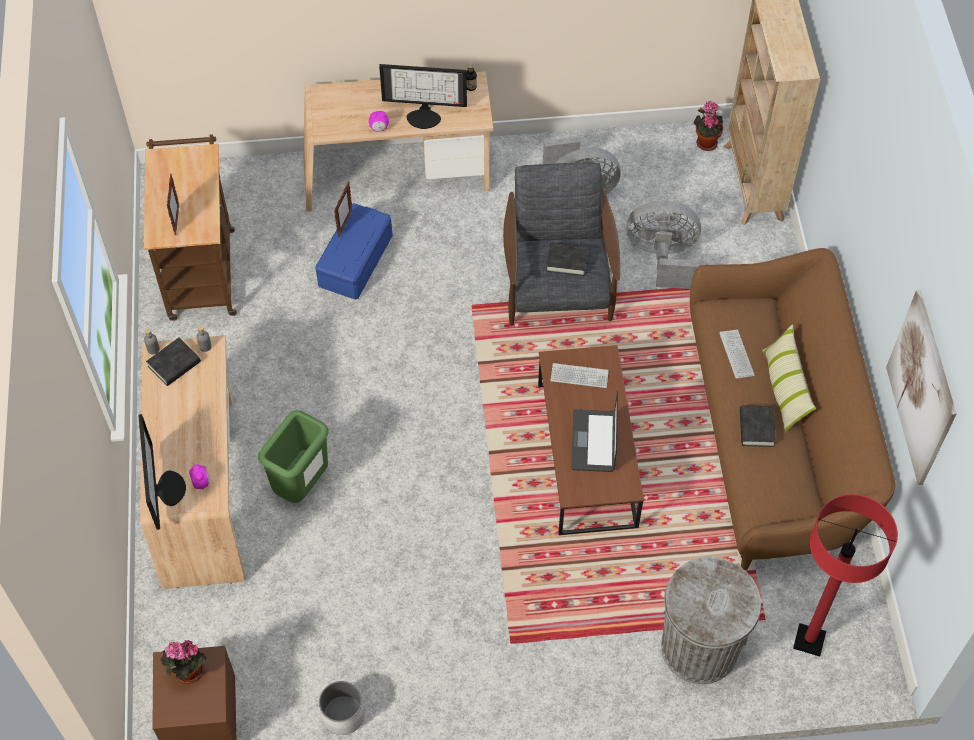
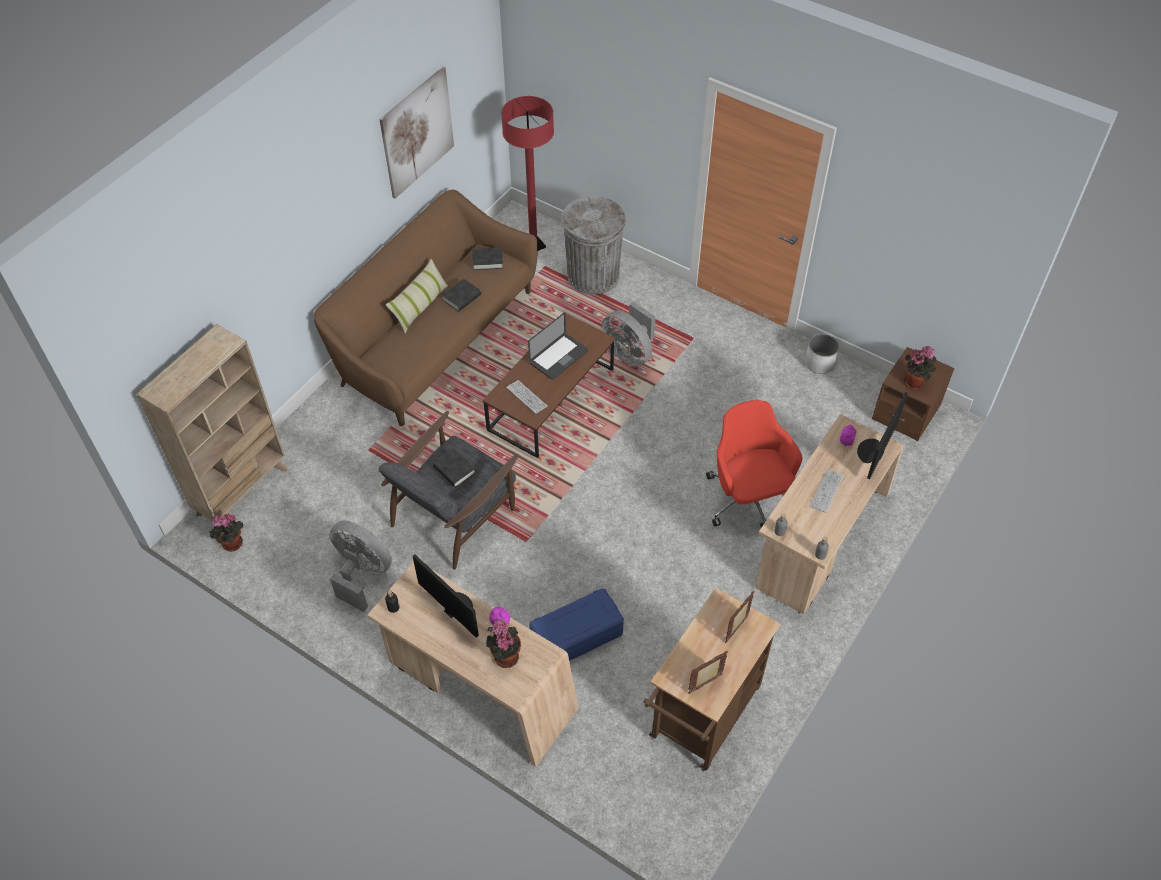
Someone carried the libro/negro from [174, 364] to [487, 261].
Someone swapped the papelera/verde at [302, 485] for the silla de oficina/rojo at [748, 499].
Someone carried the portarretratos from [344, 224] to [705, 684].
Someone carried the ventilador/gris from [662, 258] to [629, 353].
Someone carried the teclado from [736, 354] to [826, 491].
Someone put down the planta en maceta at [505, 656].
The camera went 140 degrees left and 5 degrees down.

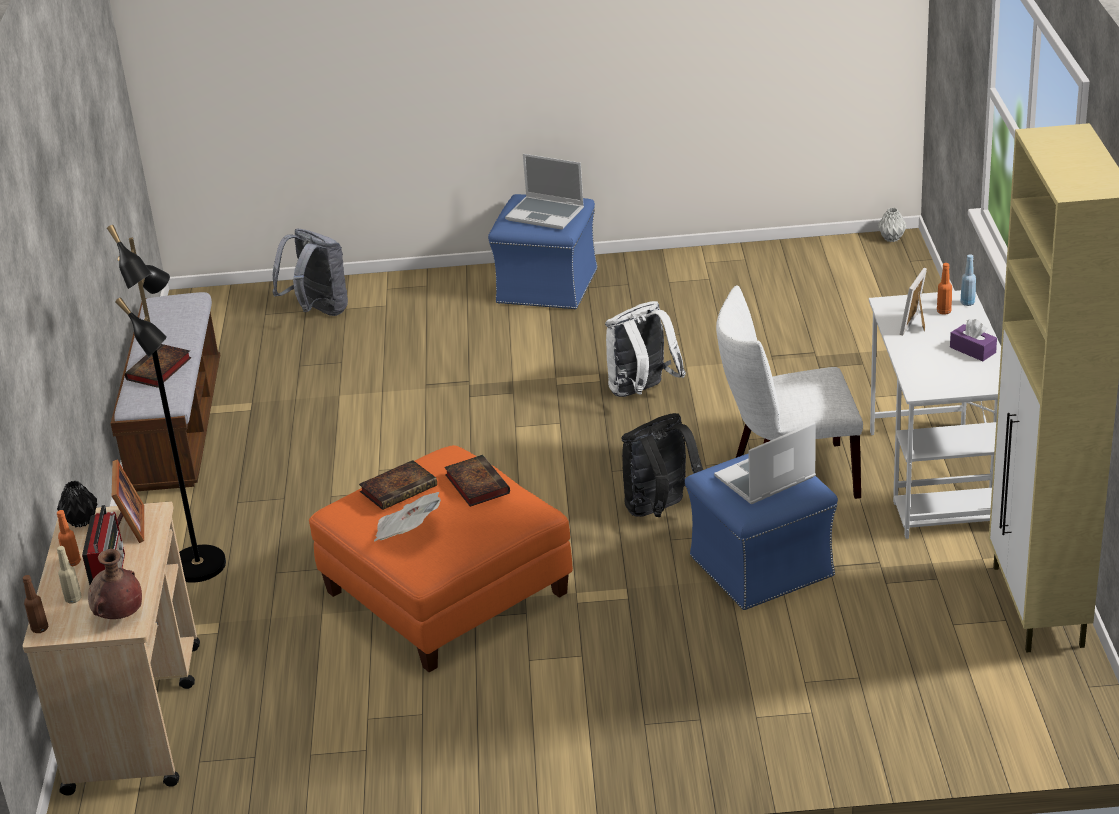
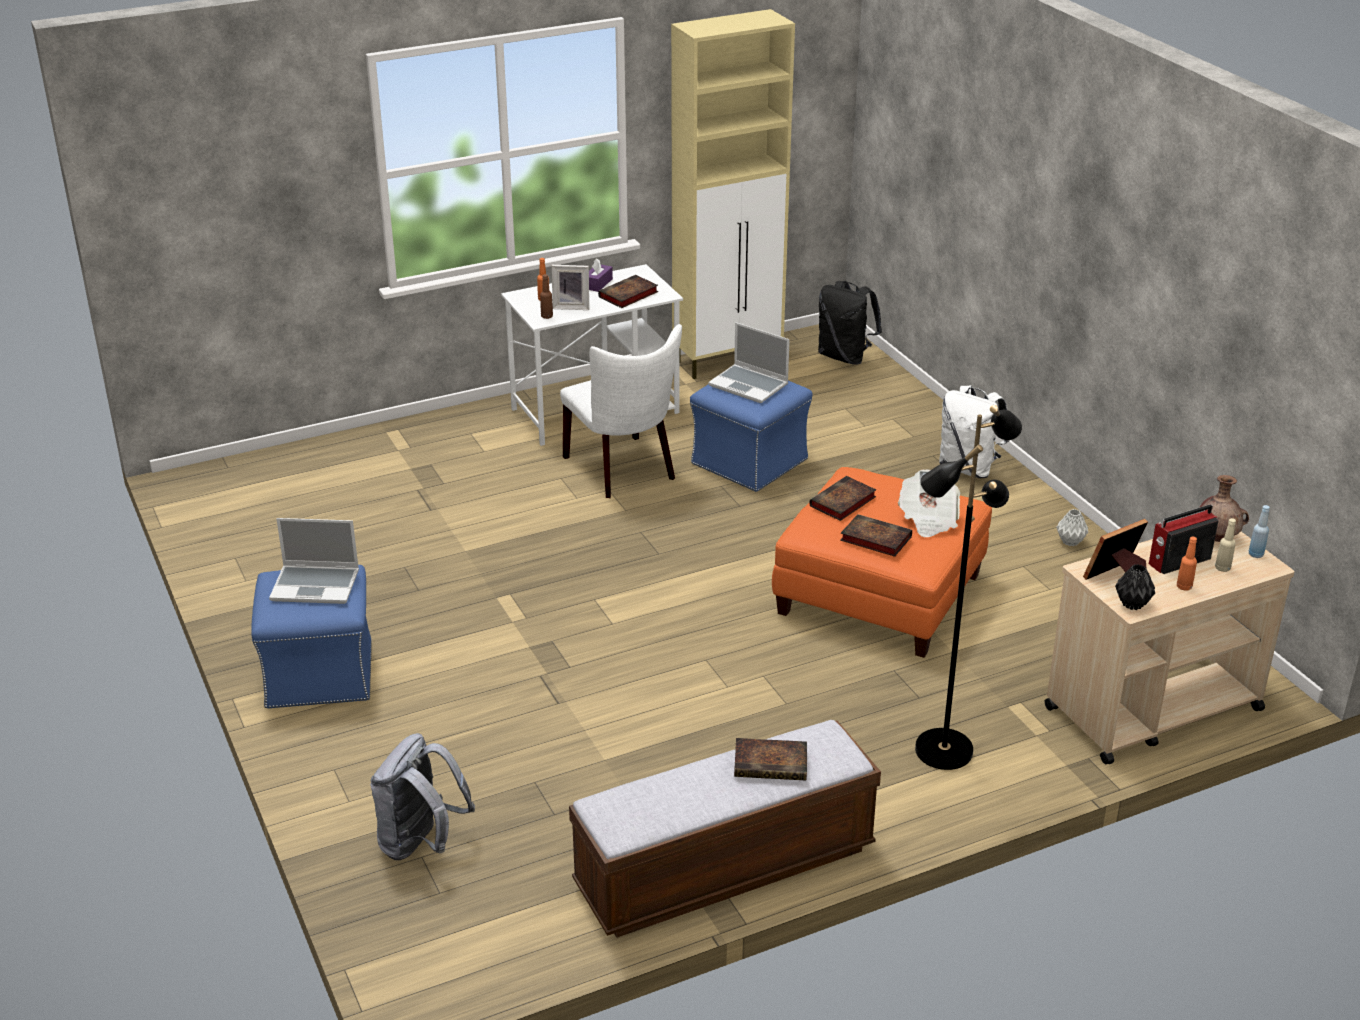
Someone carried the botella/marrón from [40, 628] to [547, 316].
Someone rotated the portátil at [546, 214] by 90 degrees clockwise.
Someone carried the mochila/blanco from [642, 392] to [968, 468].
Someone carried the mochila/negro from [661, 511] to [845, 357].
Someone carried the florero/gris from [892, 238] to [1069, 542].
Someone carried the botella/azul from [967, 303] to [1255, 554].
Someone put down the libro at [627, 295].
The camera went 115 degrees left and 0 degrees up.

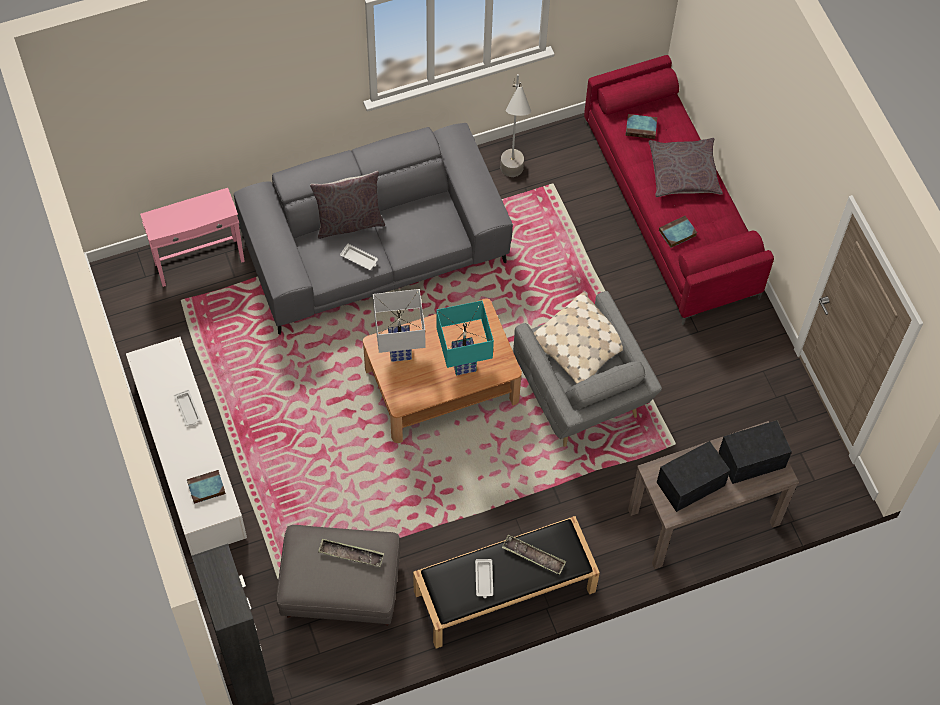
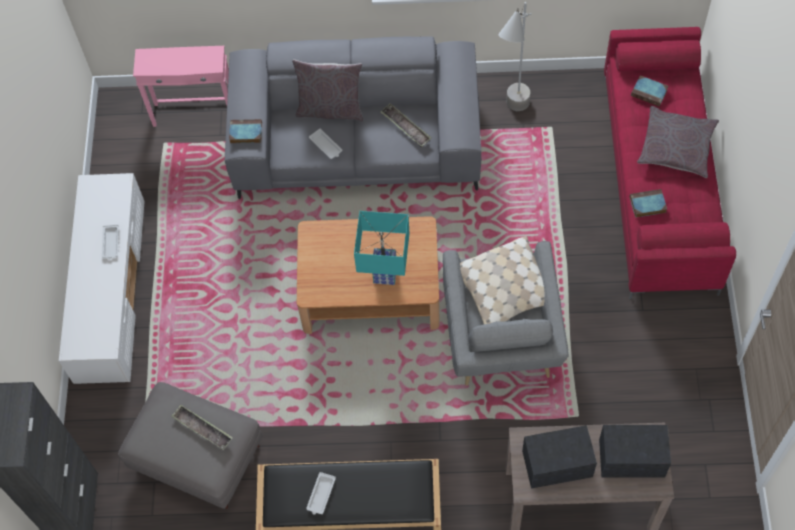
Someone carried the libro from [205, 488] to [245, 133].
Someone took away the lámpara de mesa/blanco at [400, 352].
Someone carried the bandeja from [533, 556] to [405, 127].
The camera went 25 degrees right and 0 degrees up.

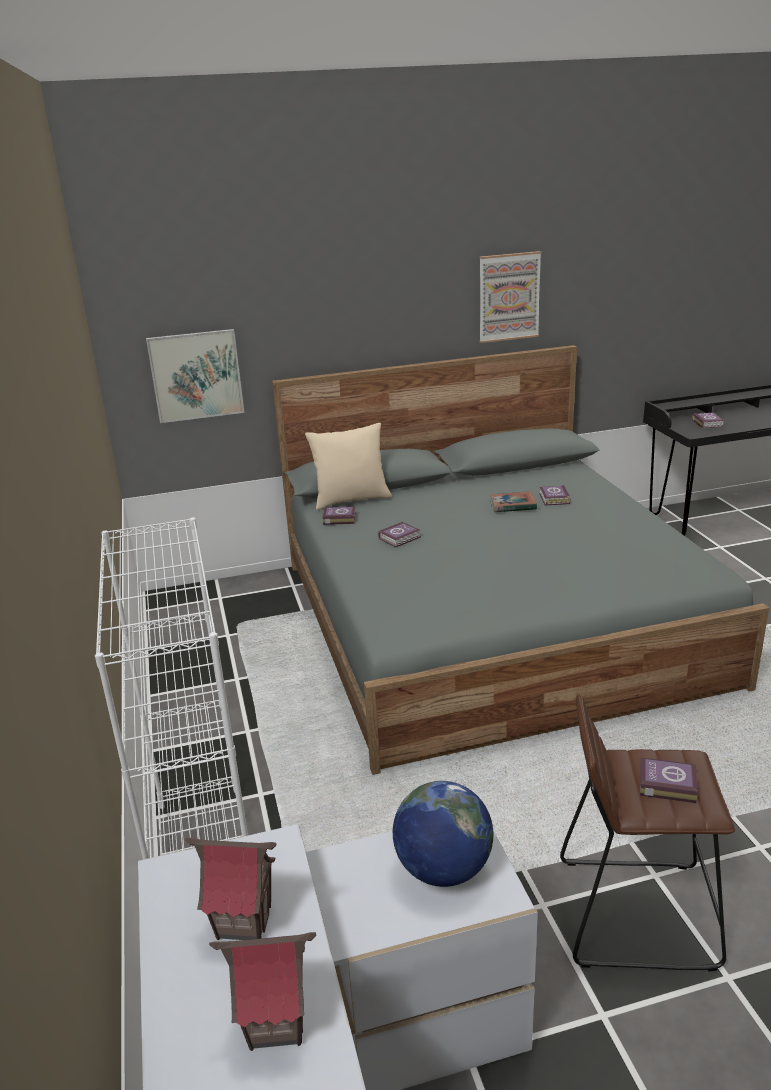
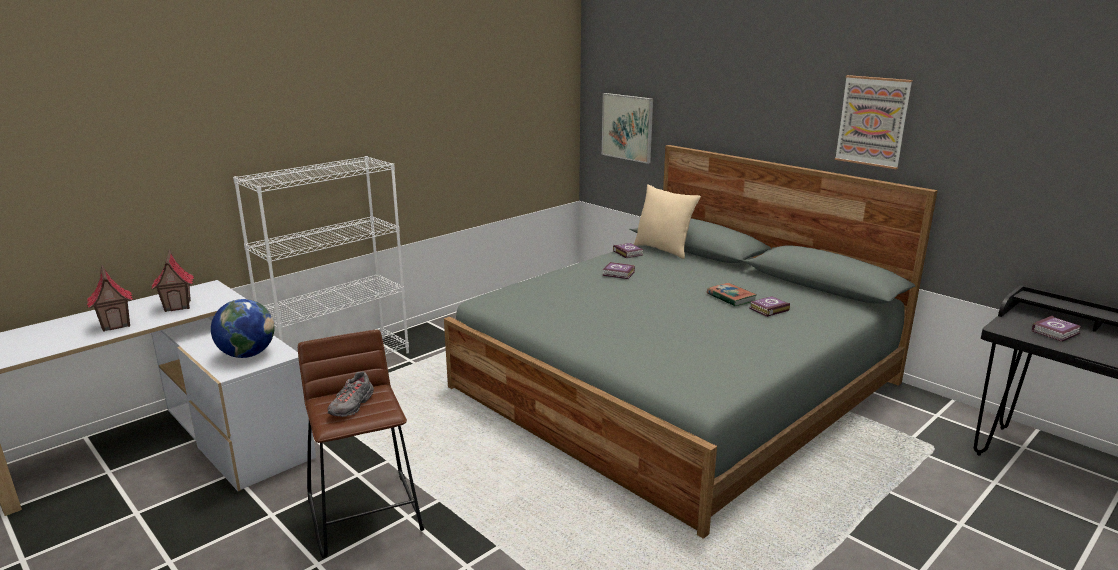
Someone swapped the libro at [665, 783] for the zapato/gris at [352, 406].
The camera went 60 degrees right and 5 degrees down.

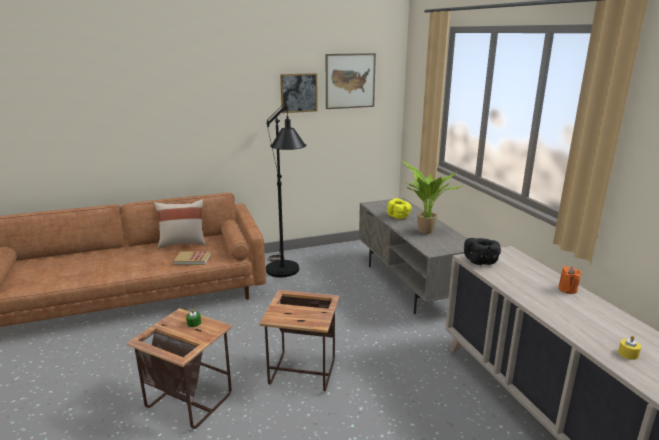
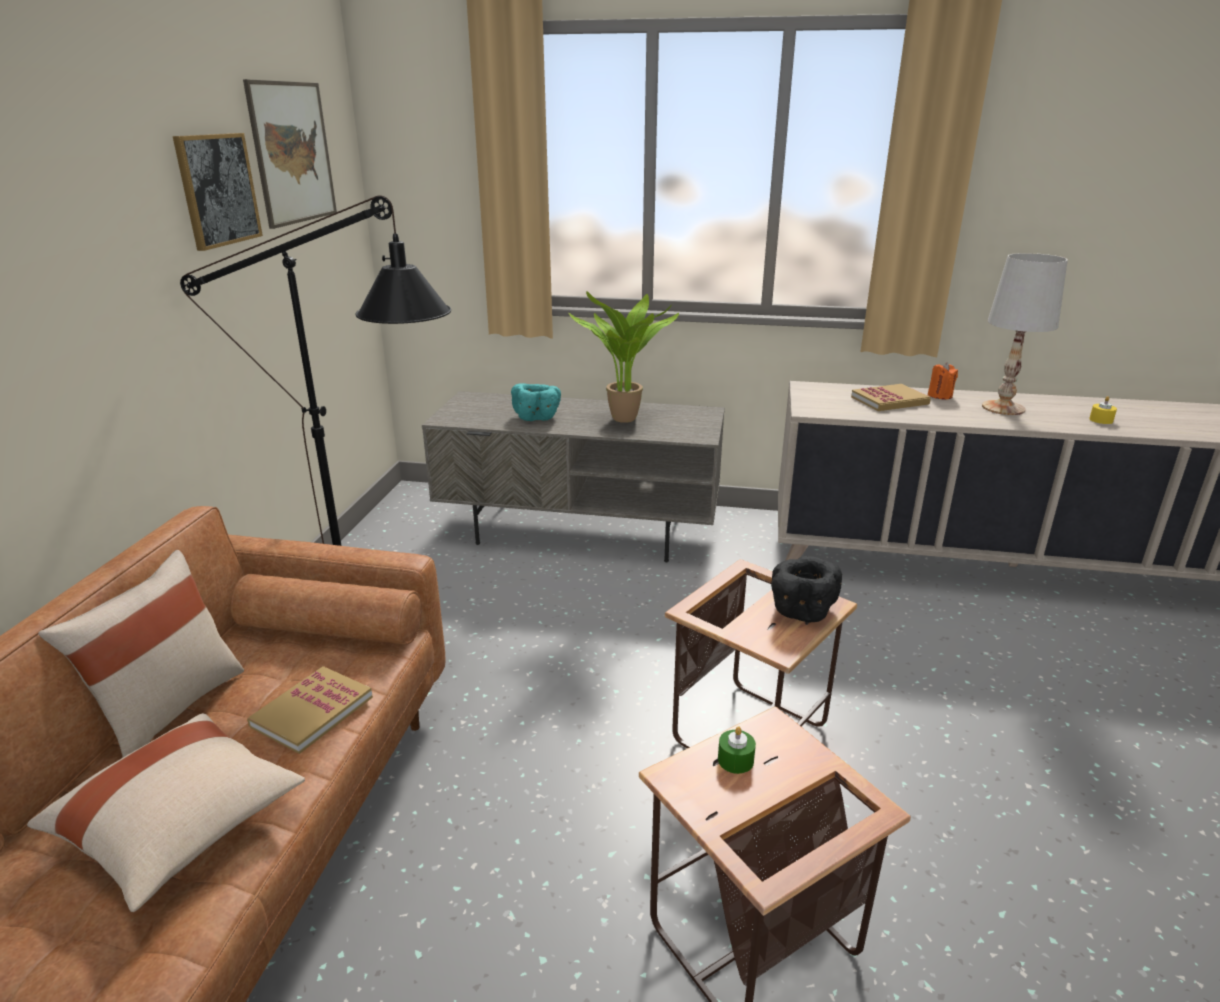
Someone repainted the cuenco/amarillo at [399, 216], which became the cuenco/turquesa at [537, 417].
Someone carried the cuenco/negro from [481, 261] to [800, 609].
Someone put down the cojín/beis at [181, 828].
Someone put down the libro at [889, 400].
Someone put down the lámpara de mesa/blanco at [1004, 408].
The camera went 60 degrees left and 5 degrees up.

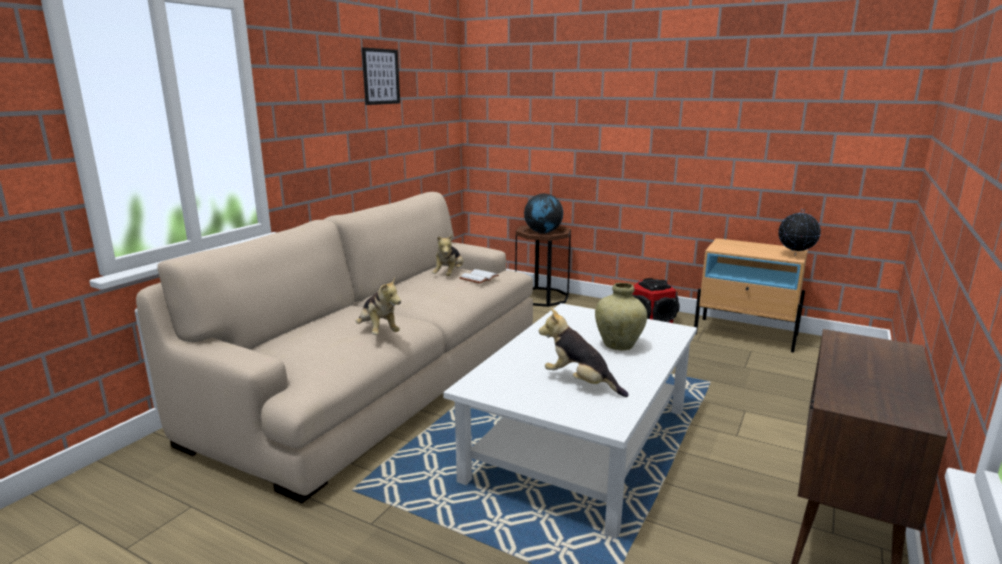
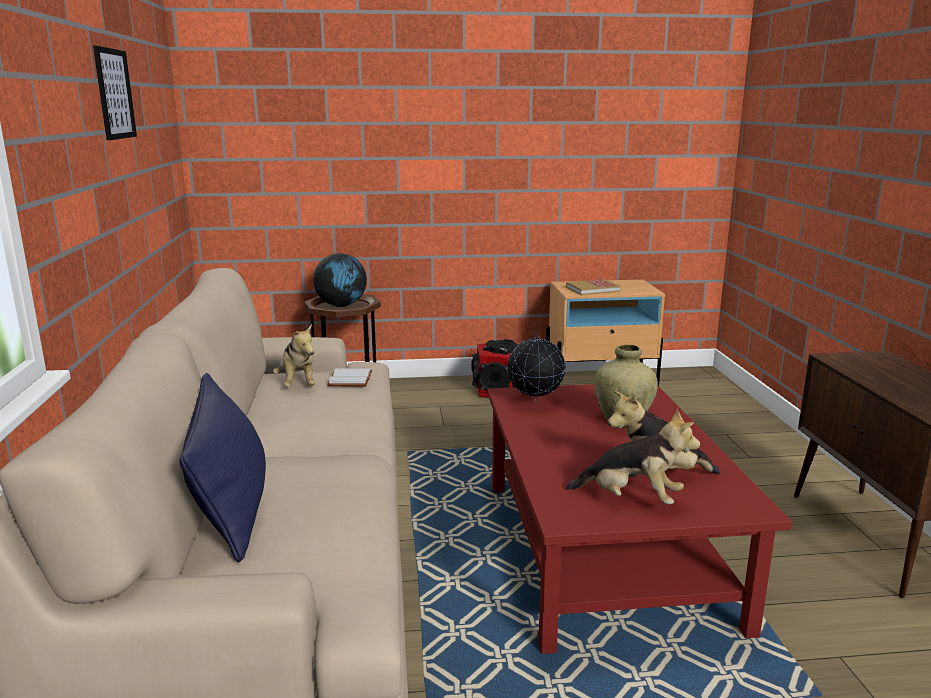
Someone carried the peluche from [378, 332] to [631, 499].
Someone repainted the mesa de centro/blanco at [579, 443], which became the mesa de centro/rojo at [602, 551].
Someone carried the globo terráqueo from [795, 255] to [535, 402].
Someone put down the cojín/azul at [230, 505].
Someone put down the libro at [592, 289].
The camera went 35 degrees left and 0 degrees up.

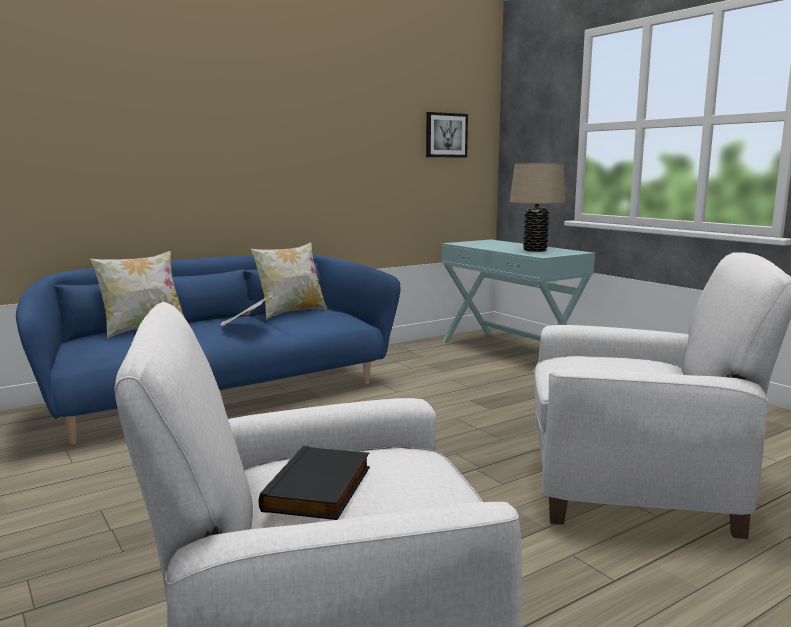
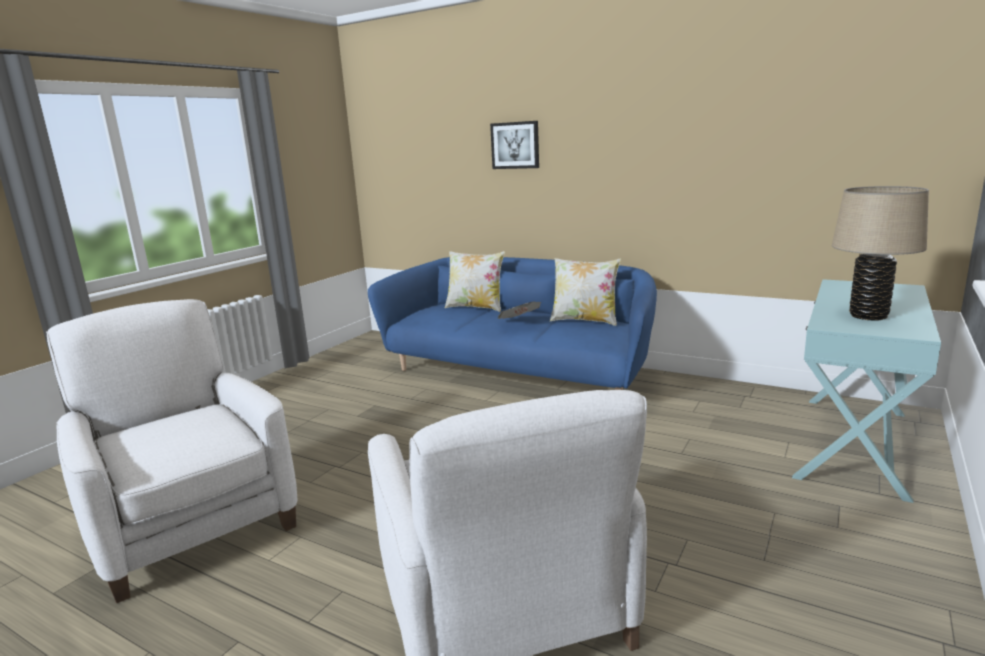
Someone took away the libro/negro at [320, 489].
Someone carried the cuadro from [446, 135] to [515, 145].
The camera went 65 degrees right and 5 degrees up.

